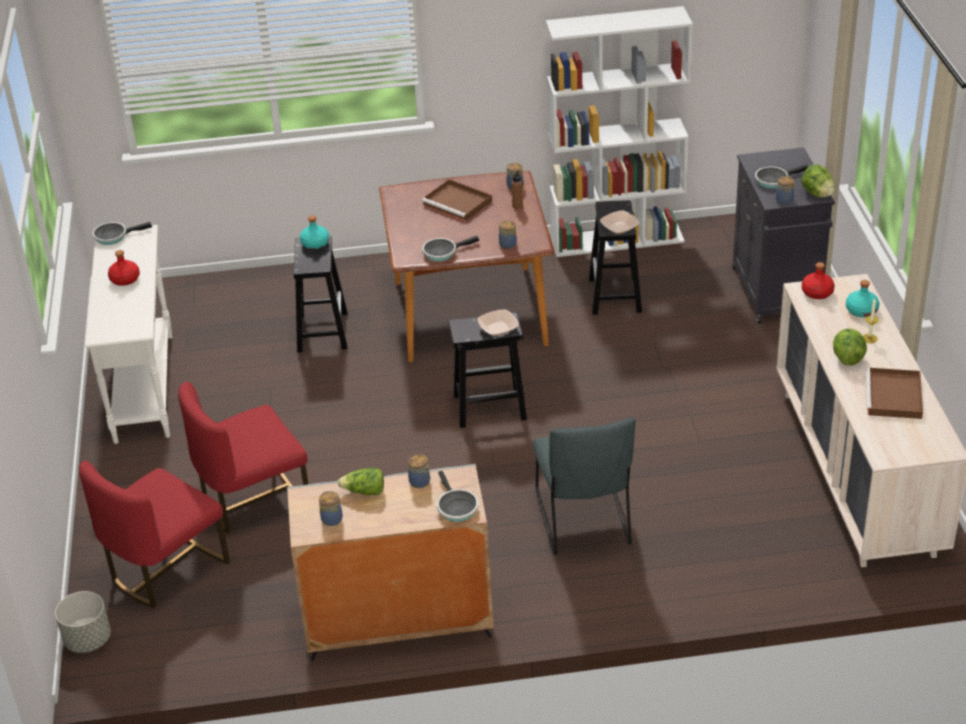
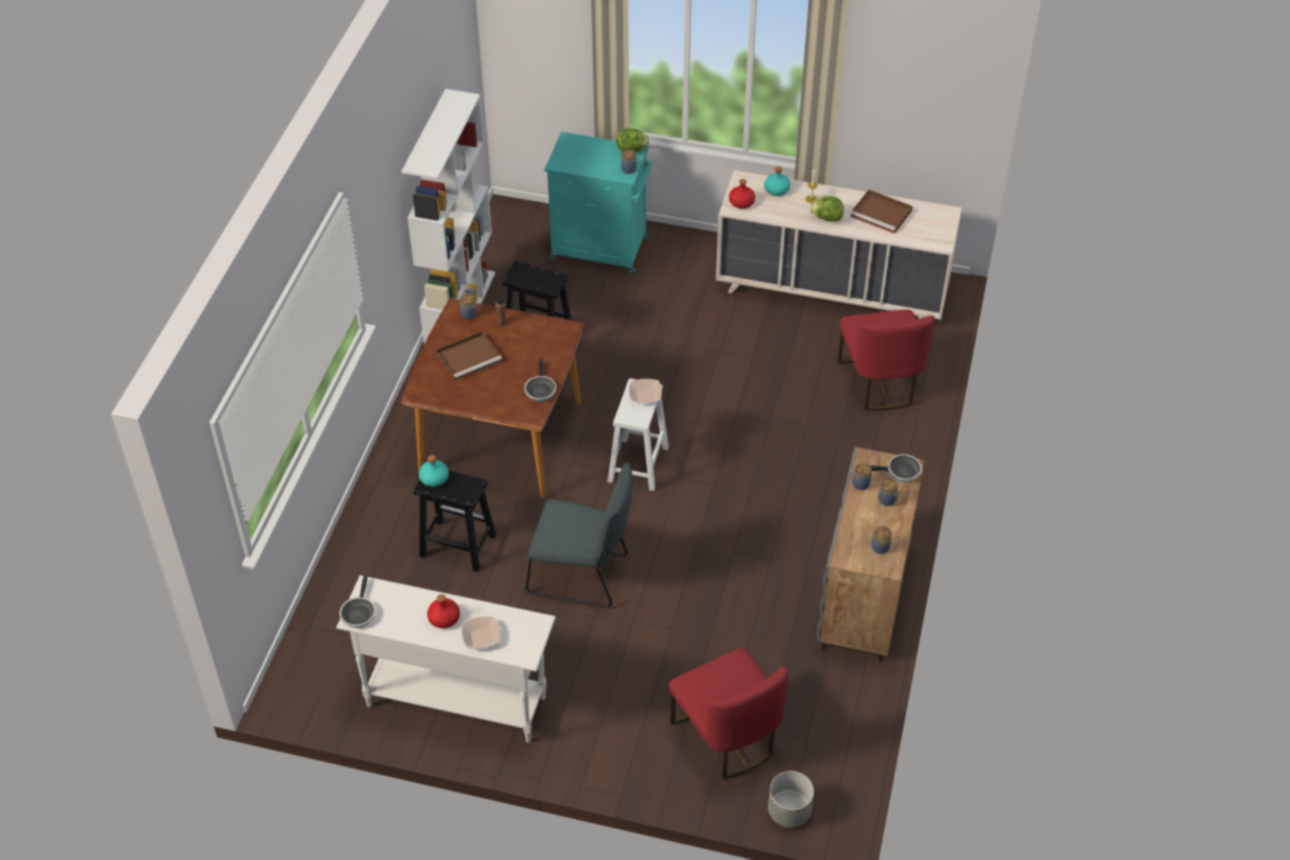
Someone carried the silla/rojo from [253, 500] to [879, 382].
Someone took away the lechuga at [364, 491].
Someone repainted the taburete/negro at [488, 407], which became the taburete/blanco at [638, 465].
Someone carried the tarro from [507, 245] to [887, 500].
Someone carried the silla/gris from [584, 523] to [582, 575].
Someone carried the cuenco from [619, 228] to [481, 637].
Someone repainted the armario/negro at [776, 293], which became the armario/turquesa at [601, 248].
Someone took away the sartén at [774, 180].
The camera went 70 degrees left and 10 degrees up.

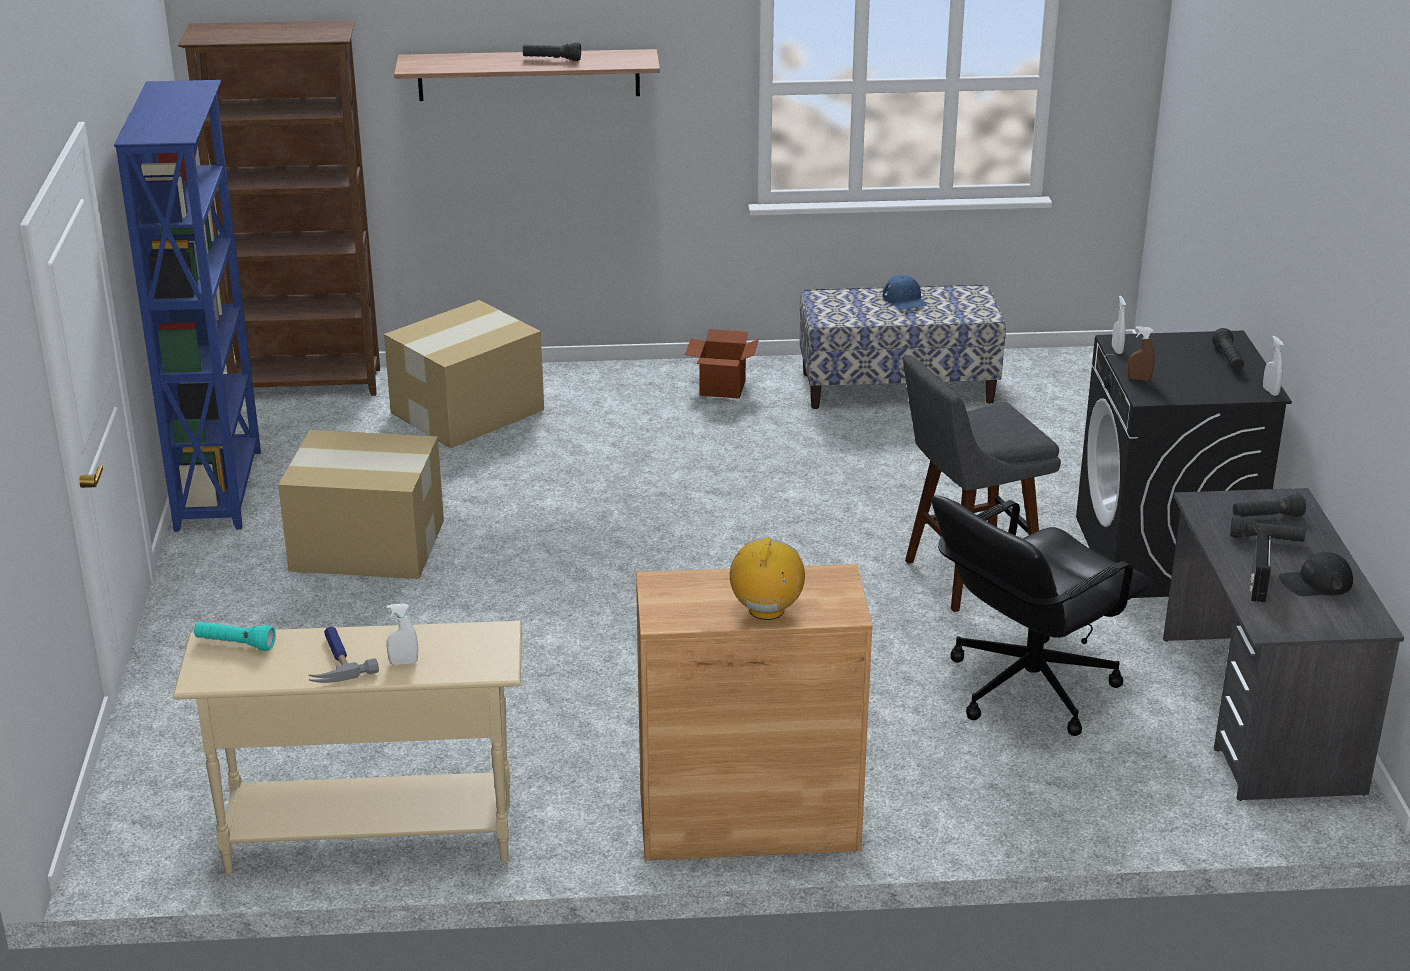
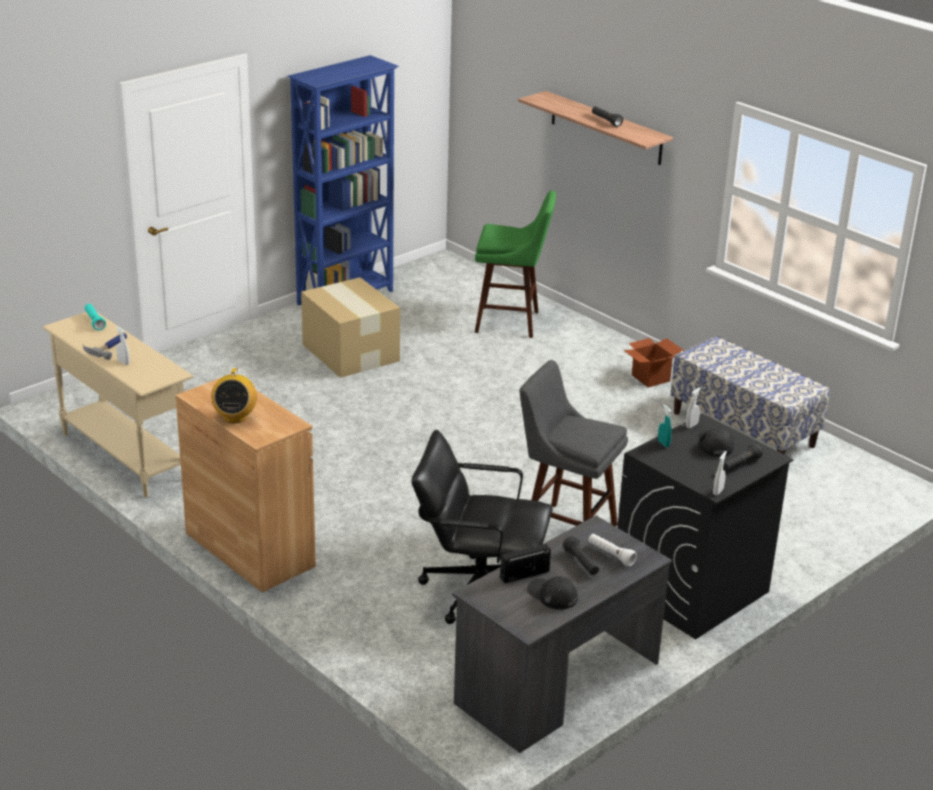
Someone took away the estantería/marrón at [307, 385].
Someone swapped the caja de cartón at [469, 411] for the taburete/verde at [511, 322].
Someone rotated the radio at [766, 610] by 120 degrees clockwise.
Someone took away the gorra/azul at [905, 300].
Someone repainted the pulverizador/marrón at [1139, 379], which became the pulverizador/turquesa at [663, 443].
Someone repainted the linterna/negro at [1266, 517], which became the linterna/blanco at [611, 555].
Someone put down the gorra/negro at [714, 444].
The camera went 50 degrees right and 0 degrees up.

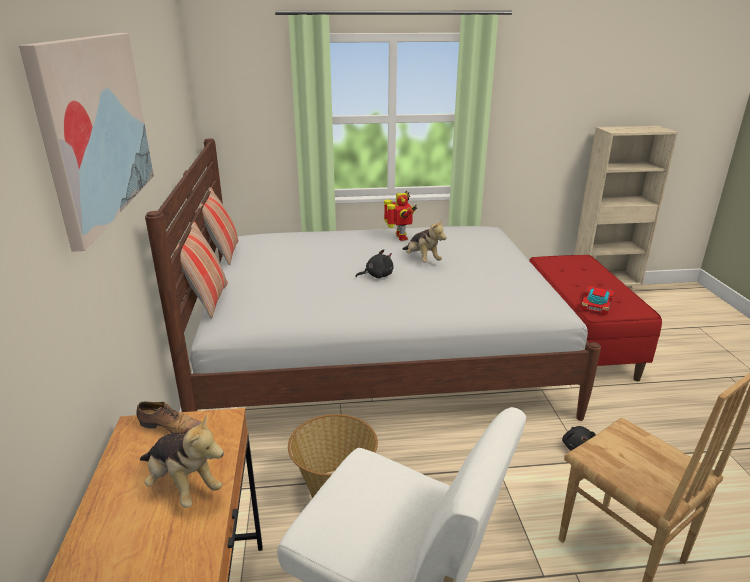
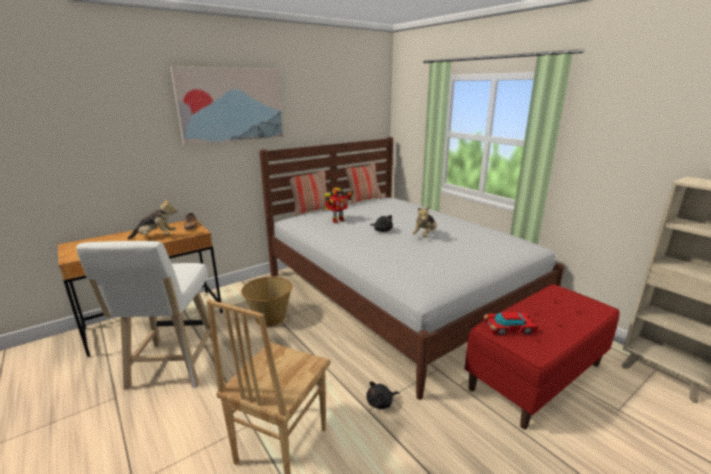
Someone rotated the peluche at [182, 485] by 105 degrees counterclockwise.
Someone carried the robot de juguete from [400, 238] to [337, 221].
The camera went 60 degrees right and 5 degrees down.

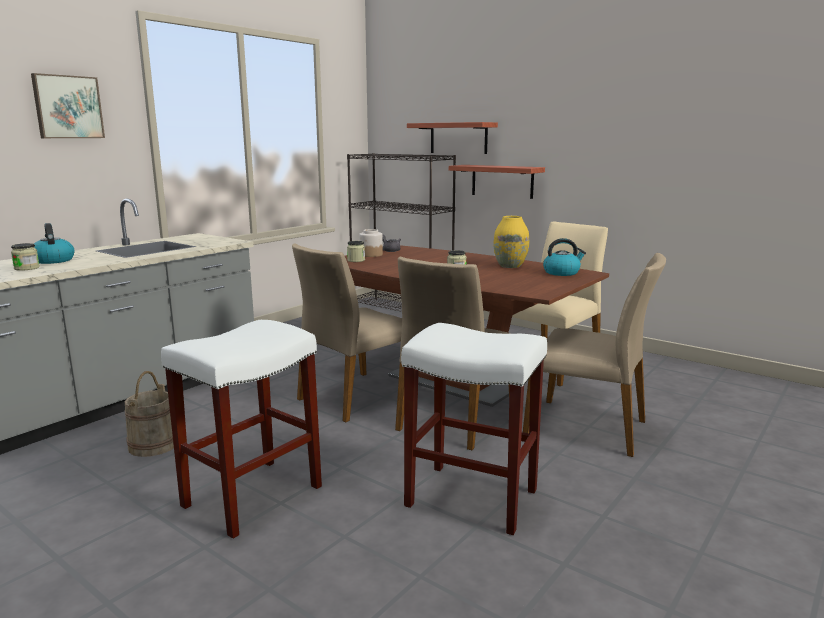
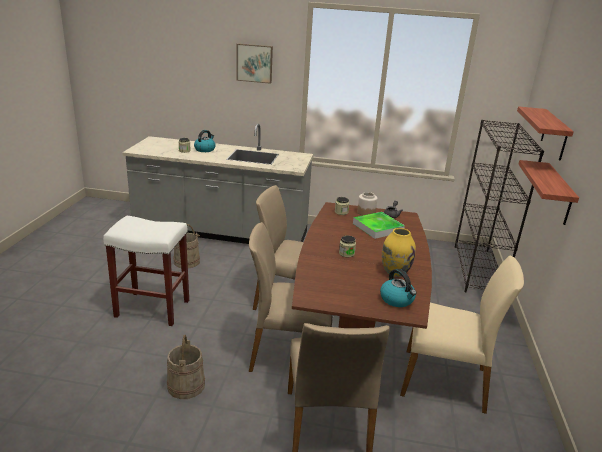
Someone swapped the taburete/blanco at [469, 498] for the cubo/beis at [186, 385].
Someone put down the bandeja at [377, 227].
The camera went 60 degrees right and 10 degrees up.

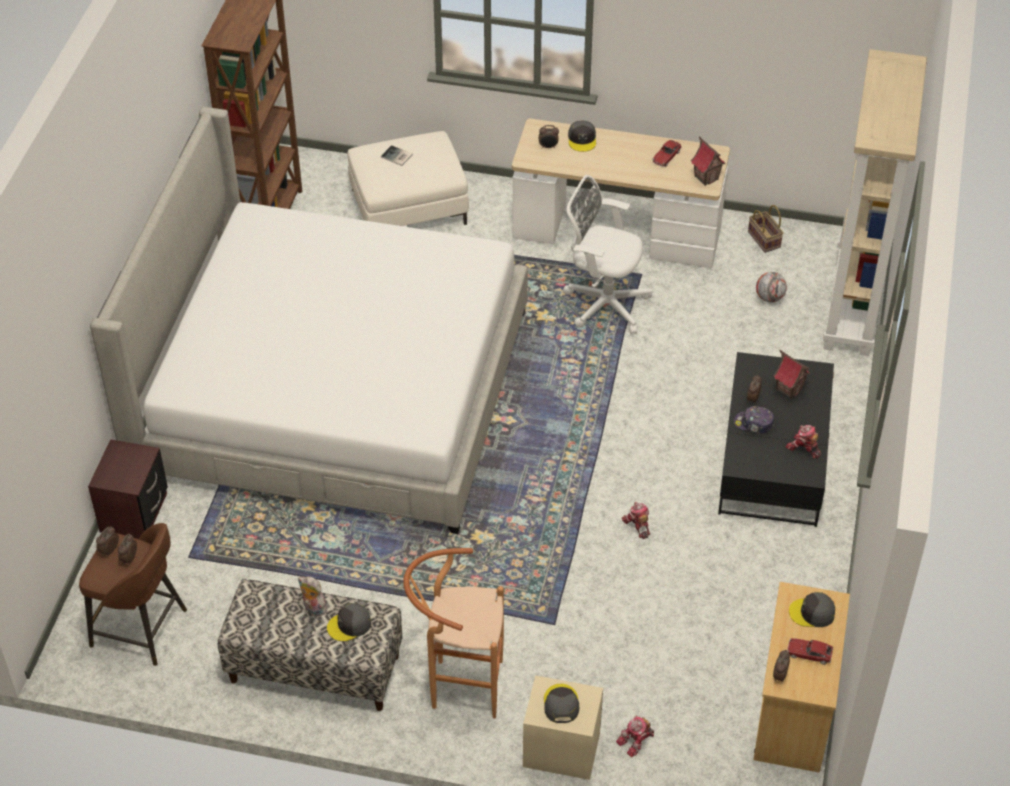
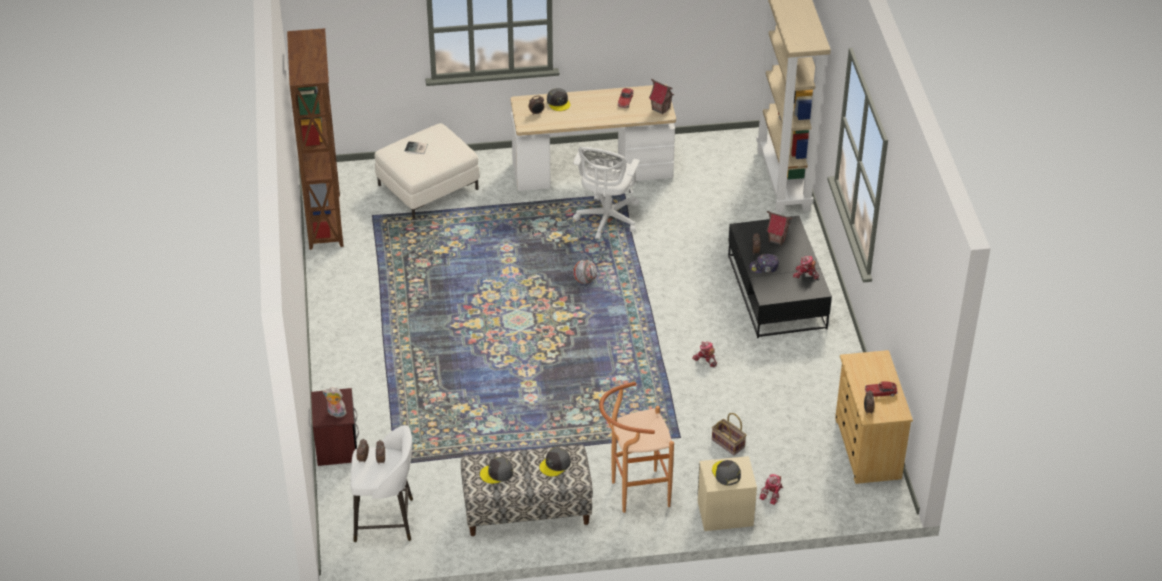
Someone repainted the taburete/marrón at [141, 629], which became the taburete/blanco at [386, 520].
Someone took away the cama at [334, 391].
Someone carried the peluche from [313, 608] to [336, 413].
Someone rotated the silla de oficina/blanco at [603, 303] by 75 degrees counterclockwise.
Someone carried the cesta from [765, 240] to [729, 443].
Someone carried the balón de fútbol from [769, 297] to [585, 280].
Someone carried the gorra/gris from [812, 613] to [497, 473].
The camera went 20 degrees left and 5 degrees down.

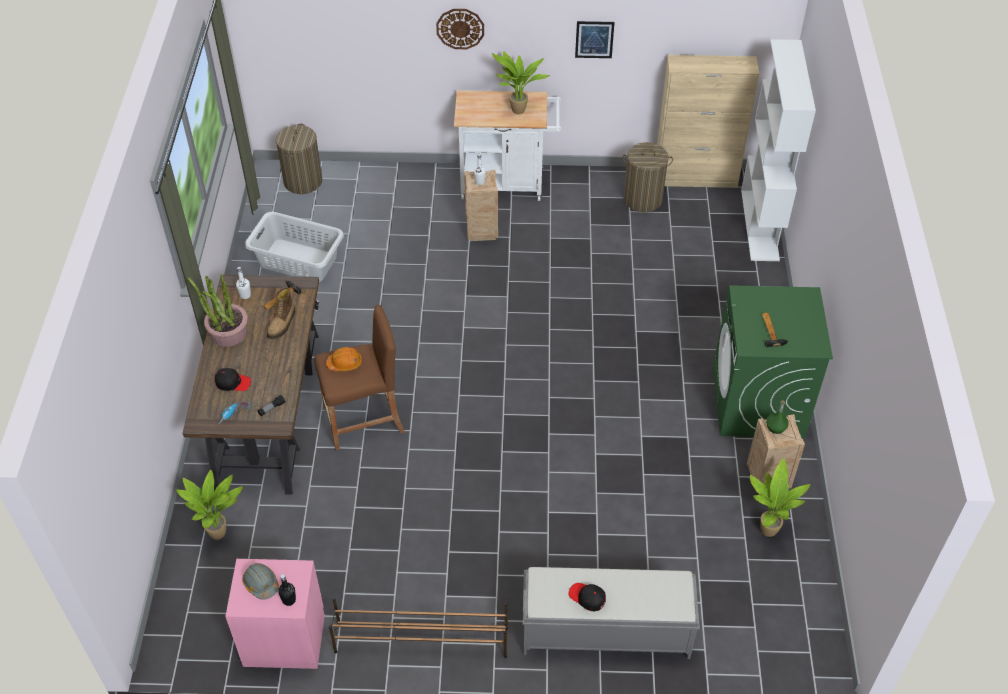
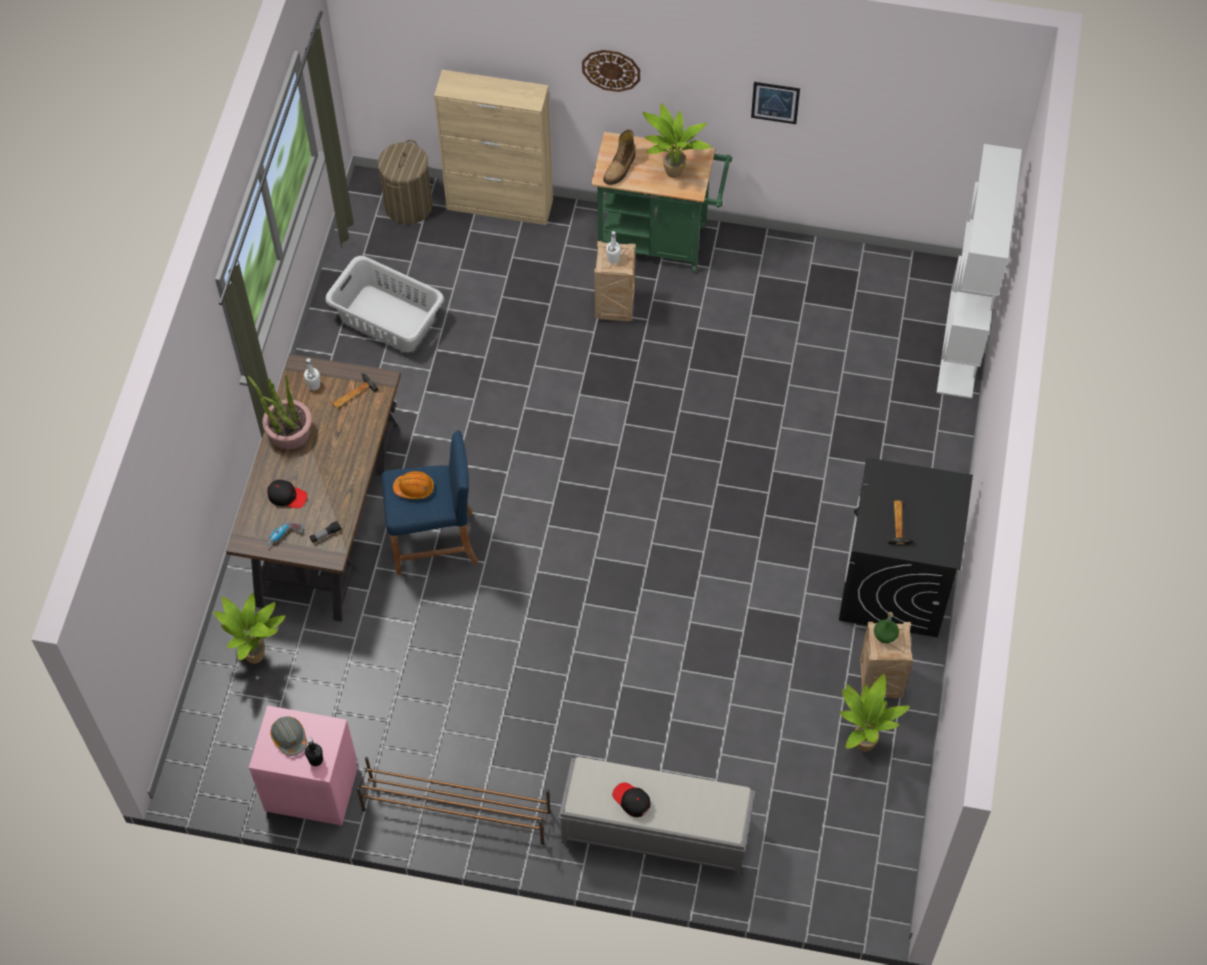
Someone carried the bota from [282, 324] to [620, 168].
Someone repainted the taburete/marrón at [364, 420], which became the taburete/azul at [434, 542].
Someone repainted the carrito/blanco at [507, 184], which became the carrito/verde at [660, 242].
Someone took away the cesto de la ropa at [642, 199].
Someone carried the armario/beis from [696, 178] to [500, 205].
Someone repainted the lavadora/verde at [758, 402], which became the lavadora/negro at [895, 584].
The camera went 10 degrees right and 10 degrees up.

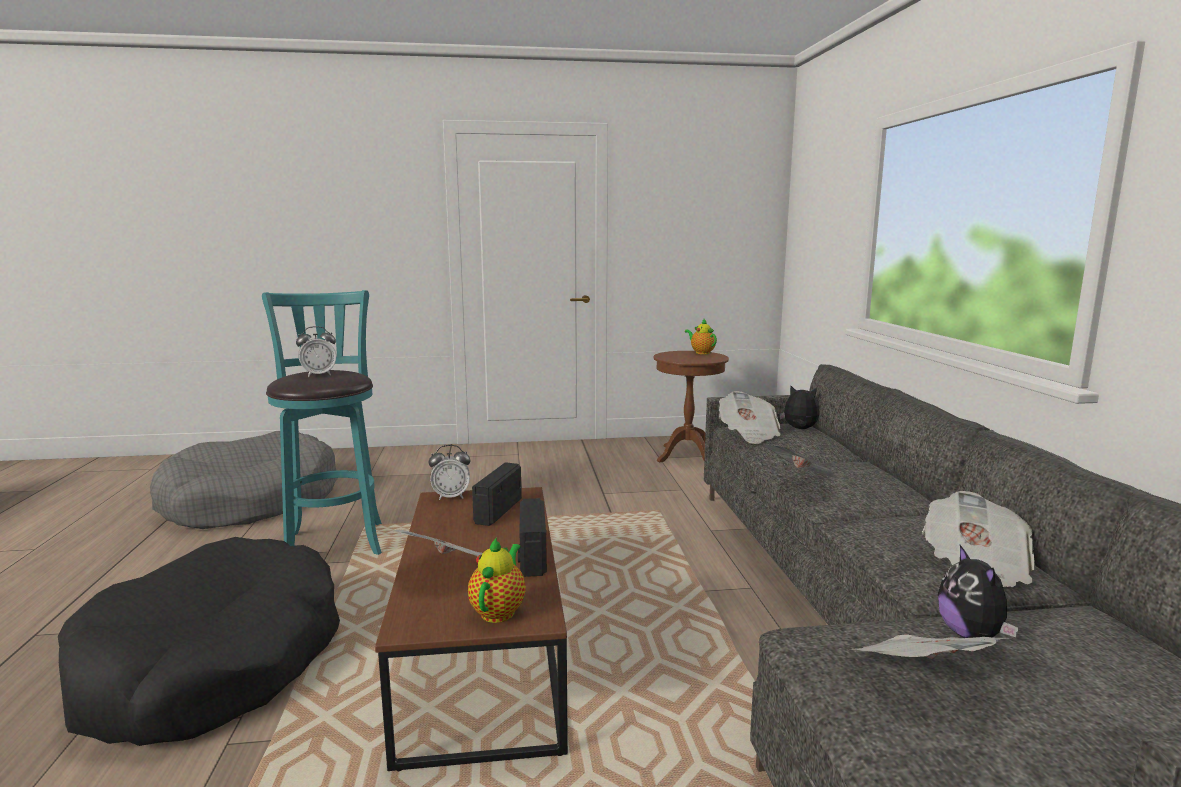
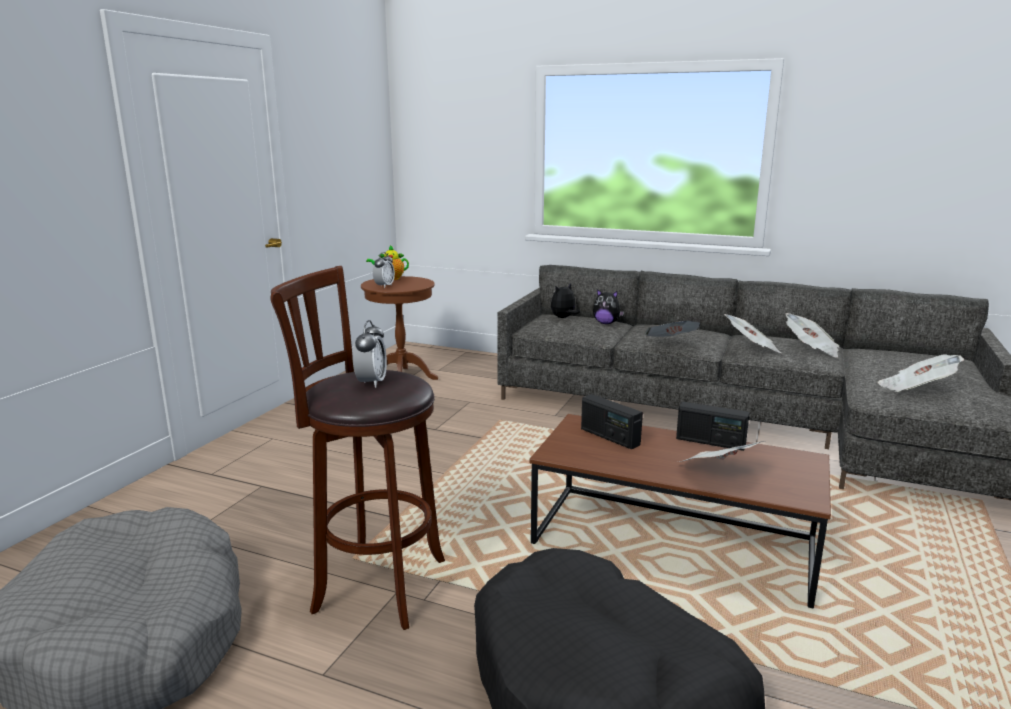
Someone repainted the taburete/turquesa at [335, 541], which became the taburete/marrón at [373, 584].
Someone carried the despertador from [451, 497] to [384, 286].
Someone took away the tetera at [499, 611].
Someone carried the periódico from [748, 434] to [751, 348].
Someone carried the peluche from [971, 635] to [606, 323].
The camera went 60 degrees left and 5 degrees up.

